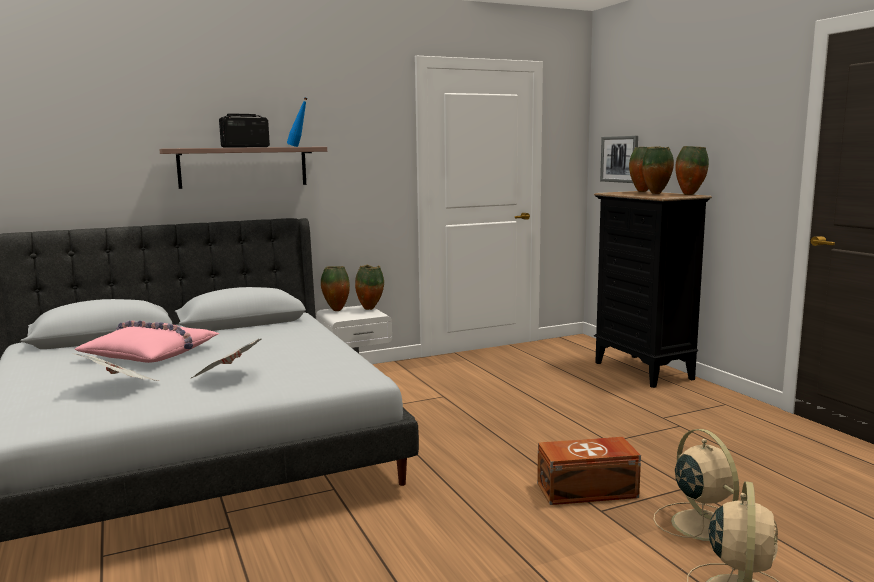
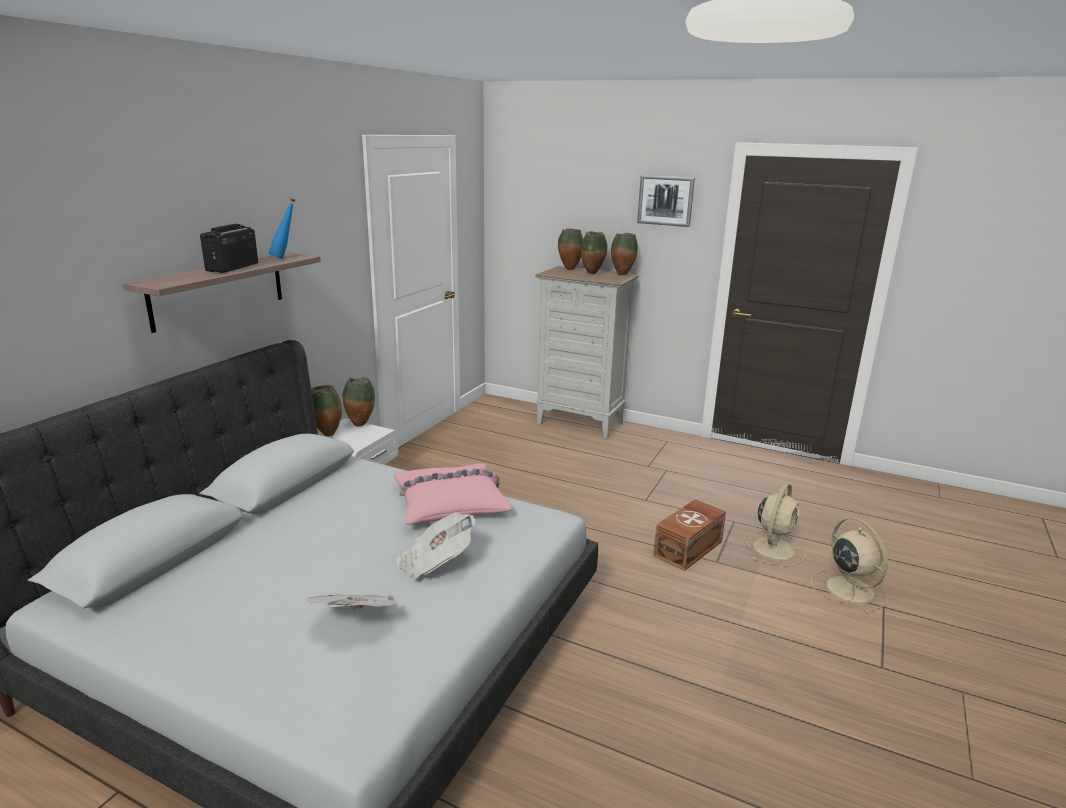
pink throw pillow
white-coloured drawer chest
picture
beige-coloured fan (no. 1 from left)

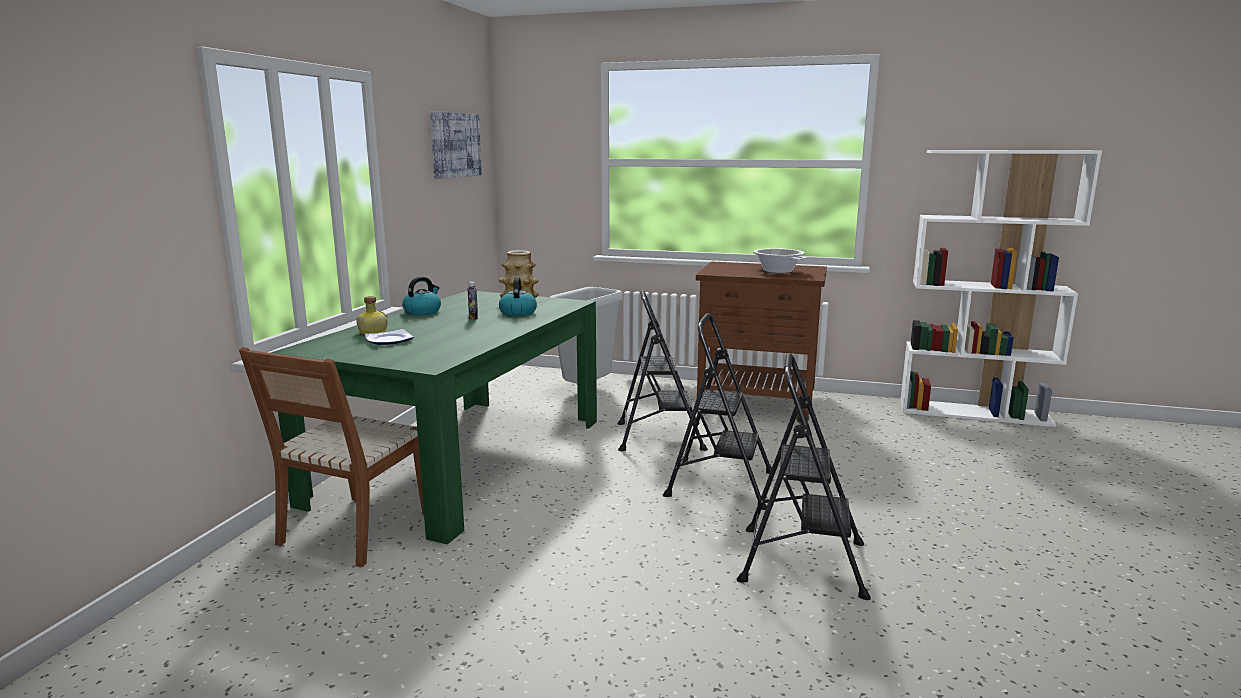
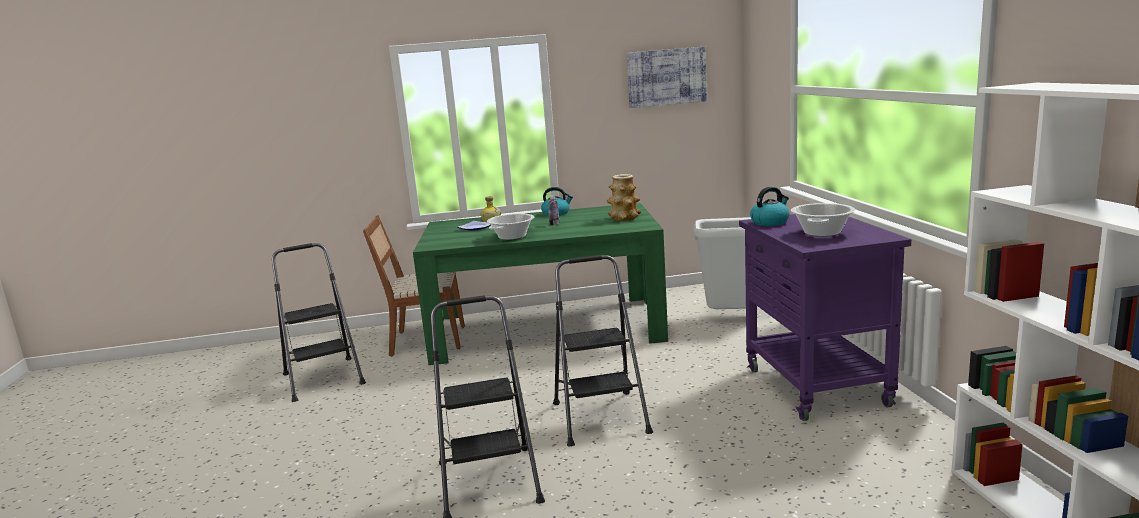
blackish step stool (no. 1 from left)
stockpot (no. 1 from left)
purplish wheeled cart
kettle (no. 2 from left)

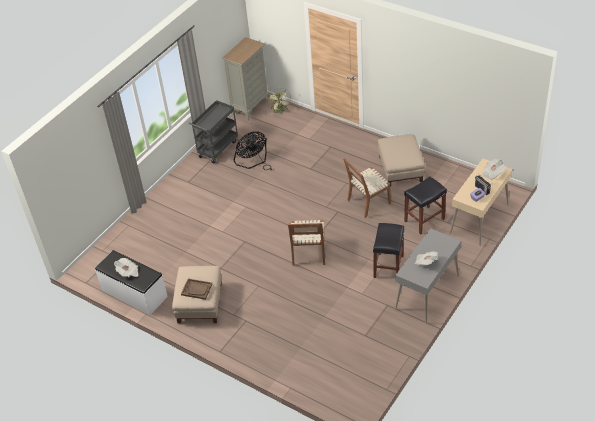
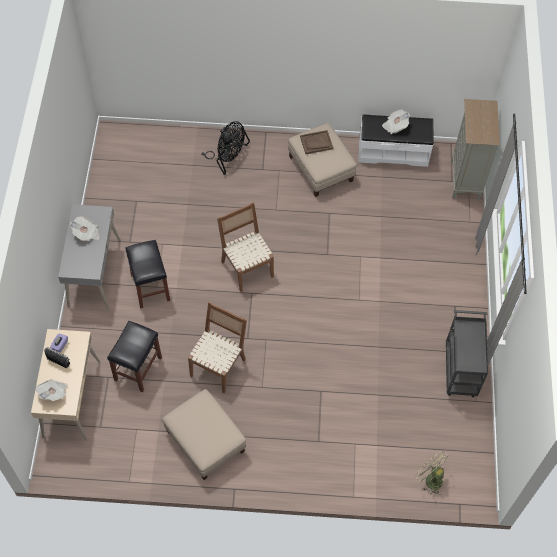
blackish fan
grey drawer chest

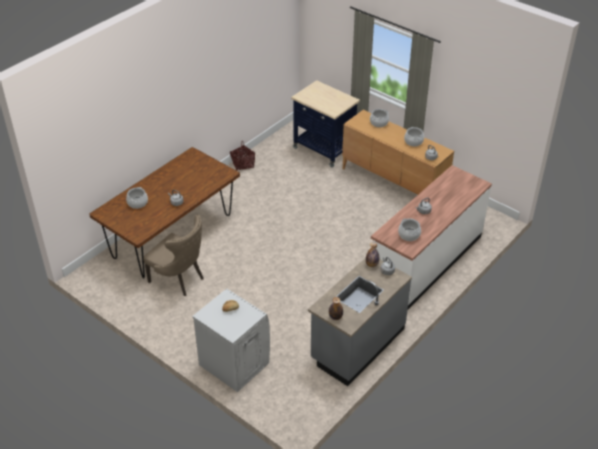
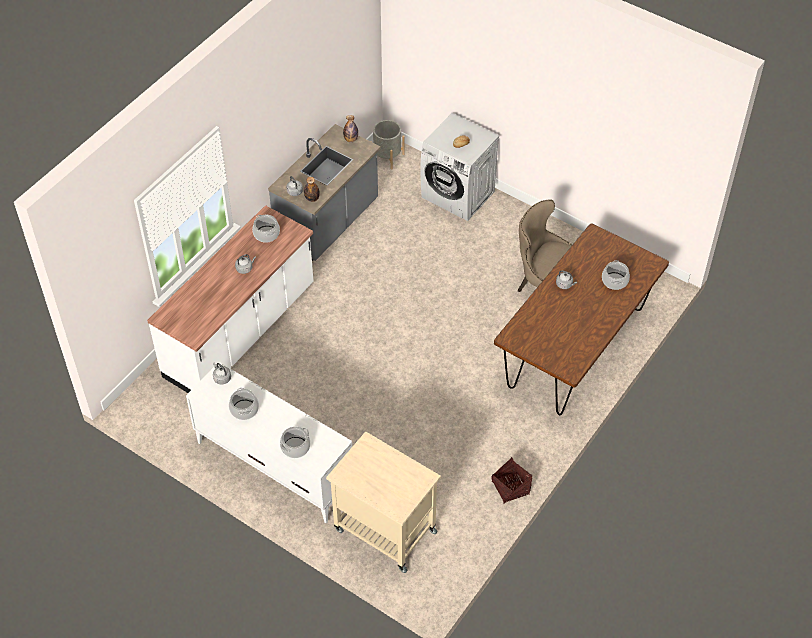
white-coloured drawer chest
beige-coloured wheeled cart
grey planter

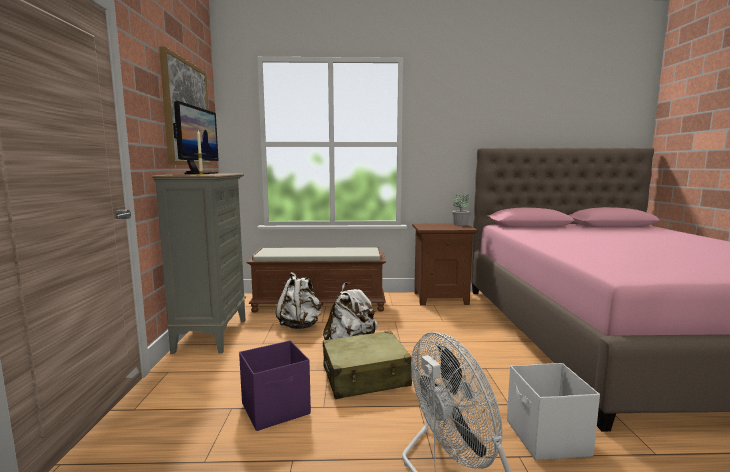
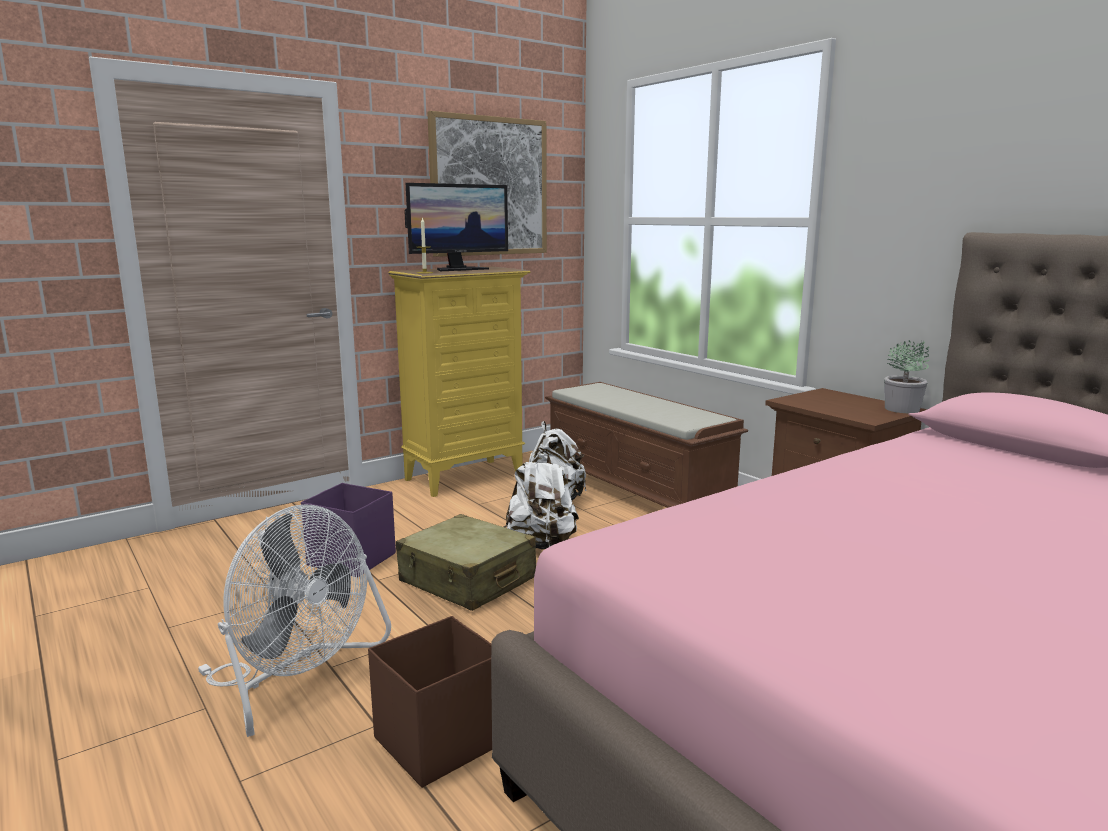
brown storage container
yellowish drawer chest

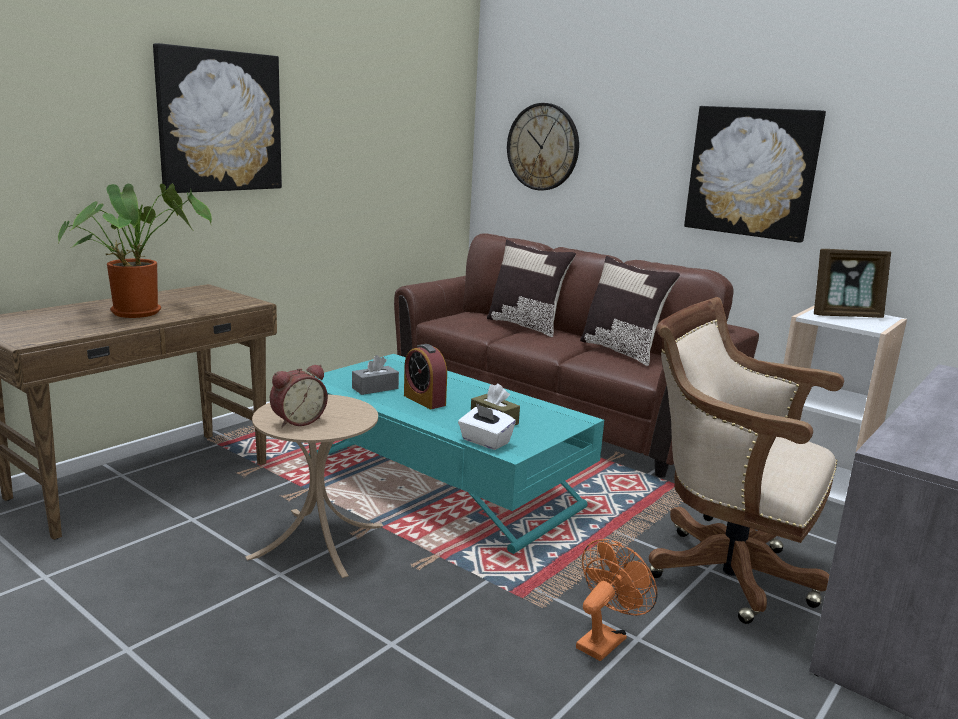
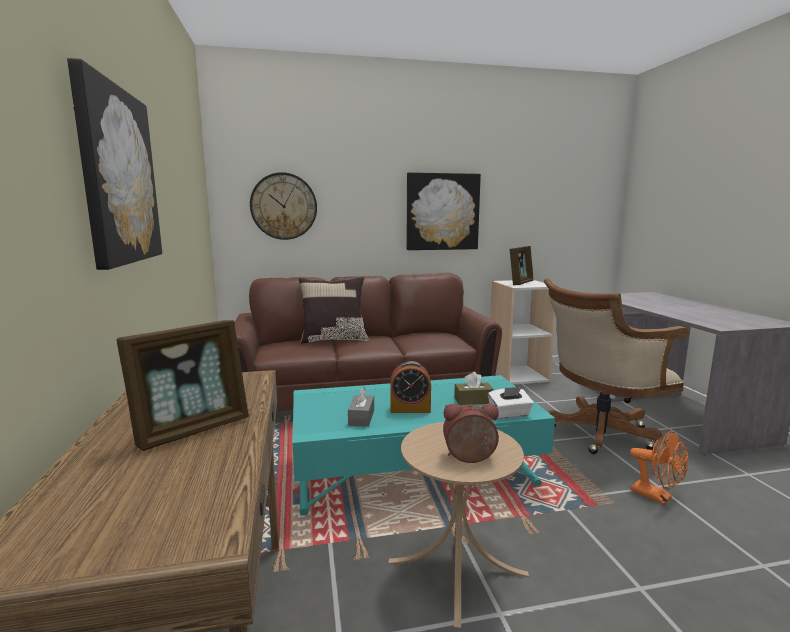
standing frame (no. 1 from left)
table clock (no. 2 from left)
orange-coloured fan
throw pillow (no. 2 from left in the first image)

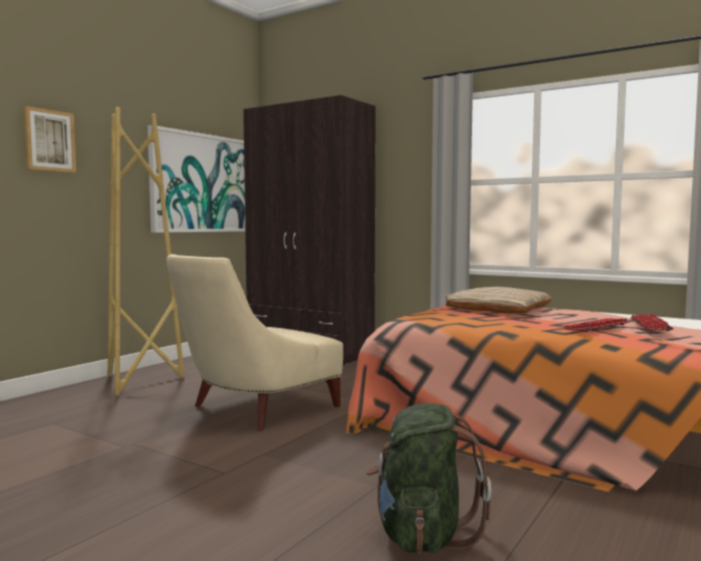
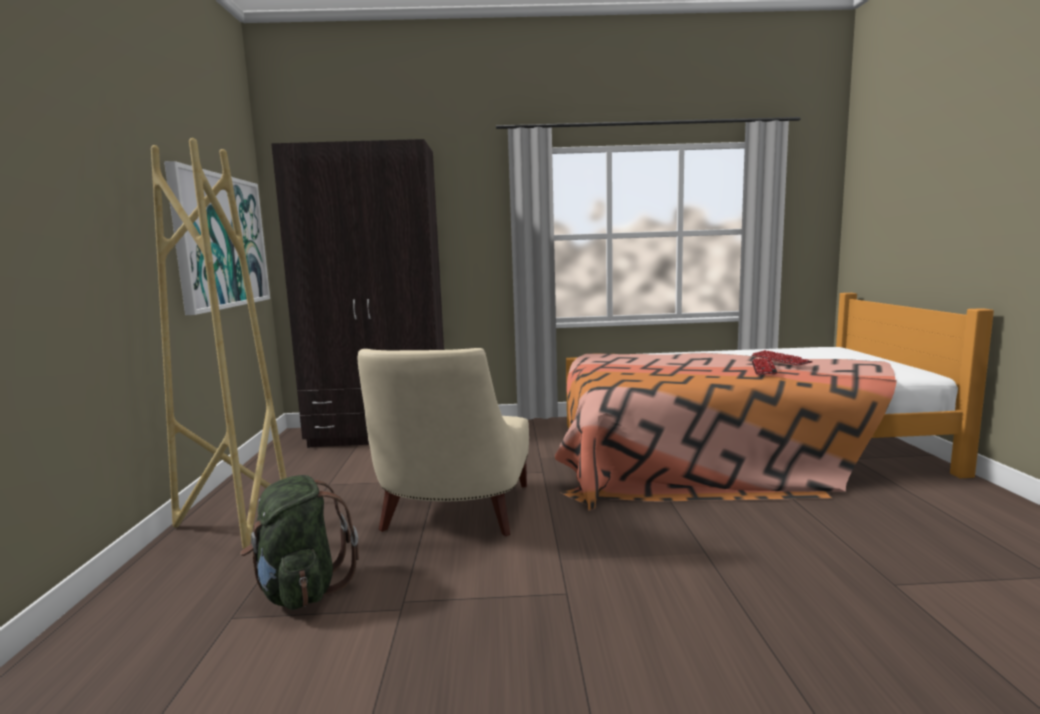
greenish backpack
picture (no. 1 from left in the first image)
beige-coloured throw pillow

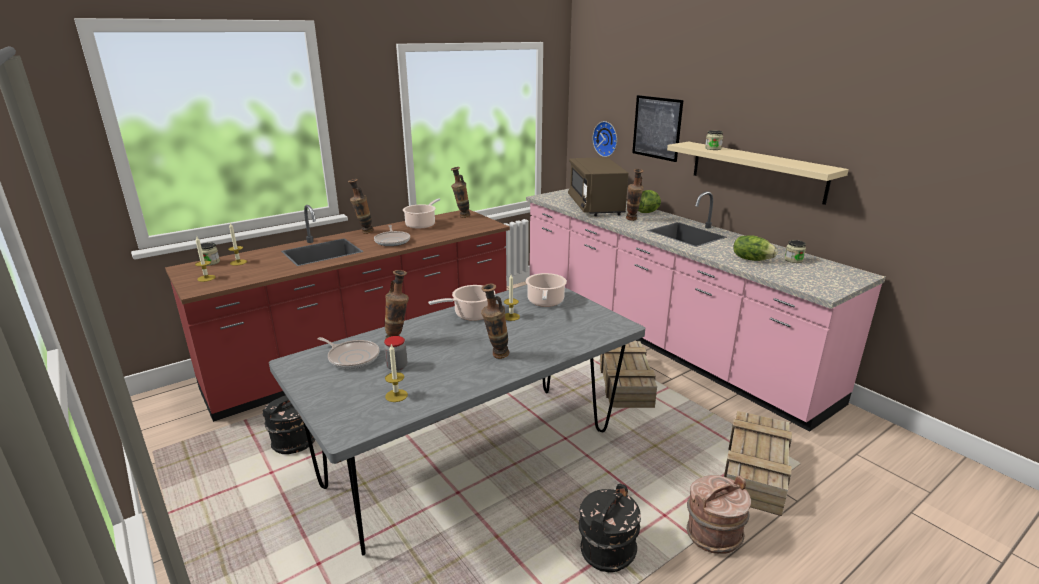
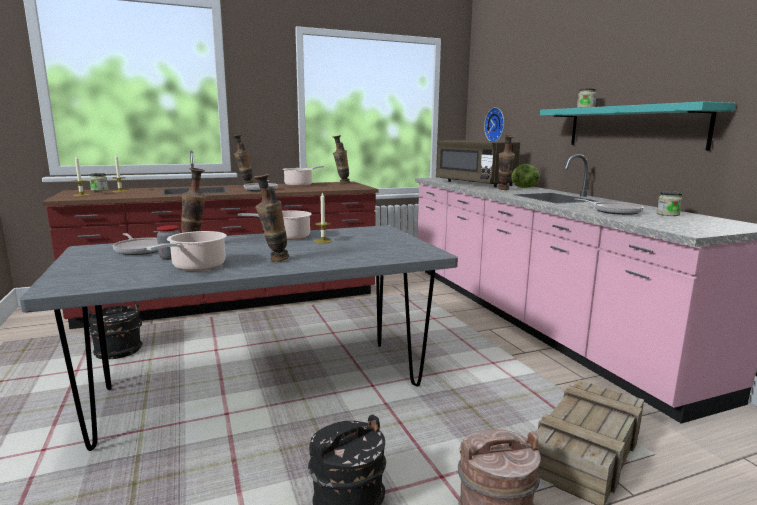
stockpot (no. 1 from left)
brown microwave
blue-green shelf
pan (no. 3 from left)
candle (no. 3 from left in the first image)
crate (no. 1 from left in the first image)
picture

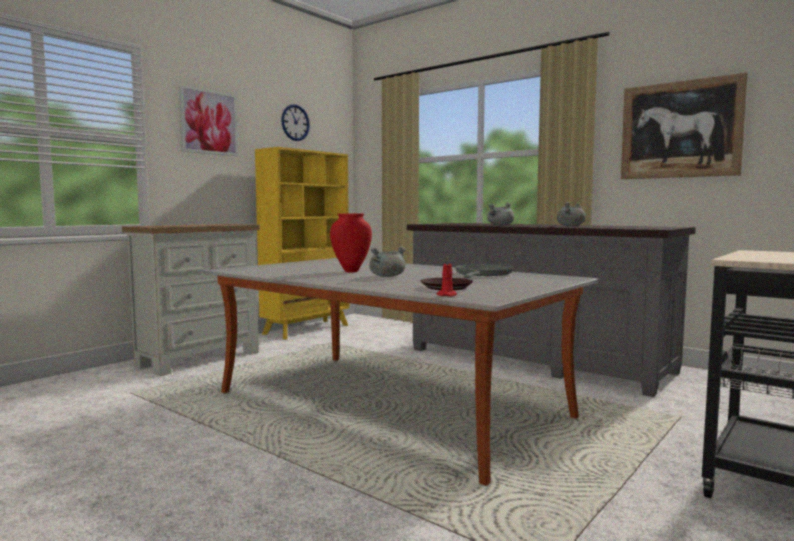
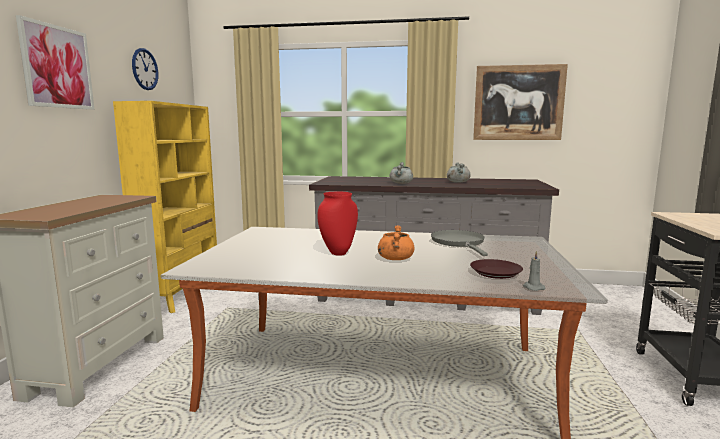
orange-coloured stockpot
grey candle

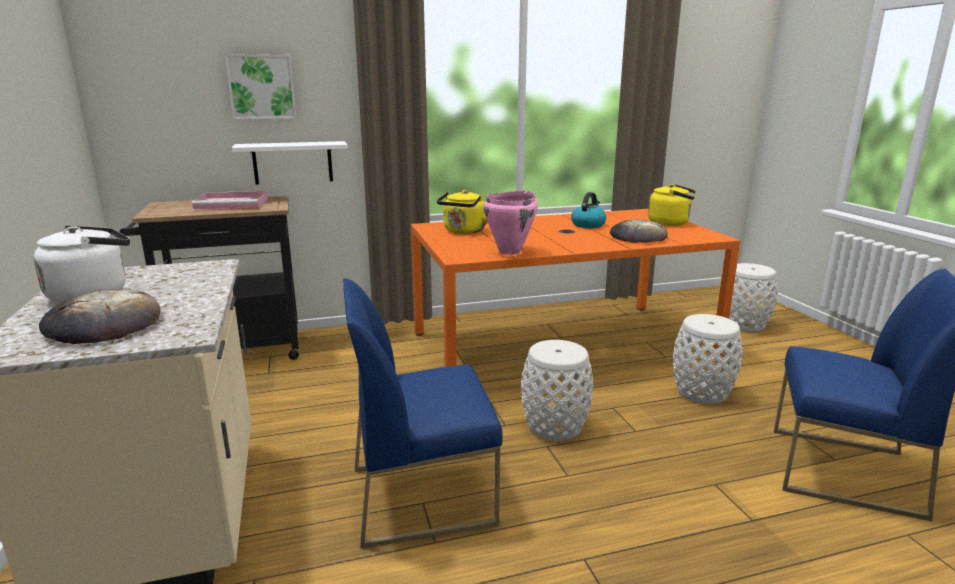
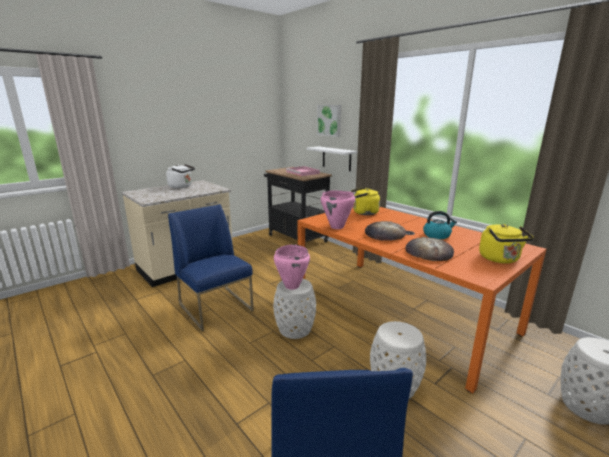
pink stockpot (no. 1 from left)
bakery bread (no. 1 from left)

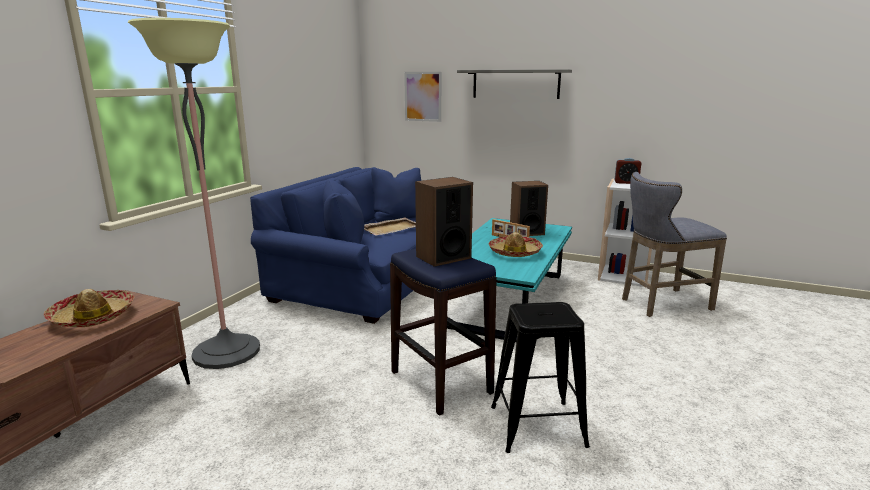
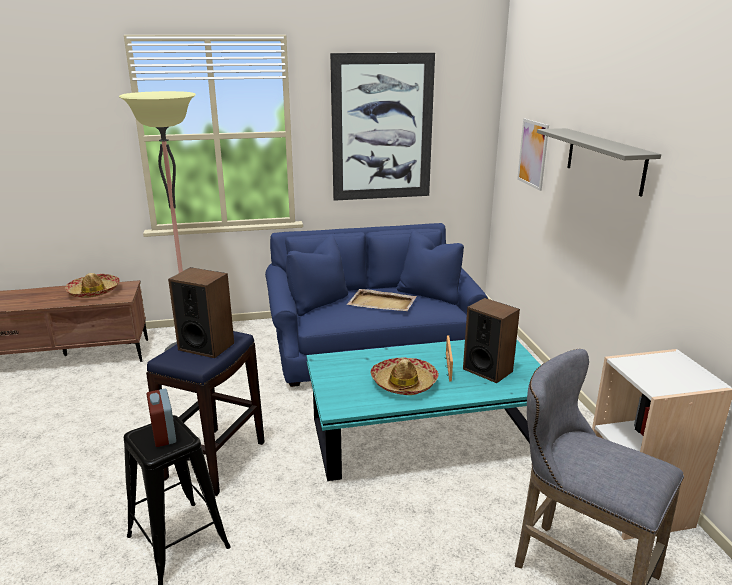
table clock
picture (no. 1 from left)

